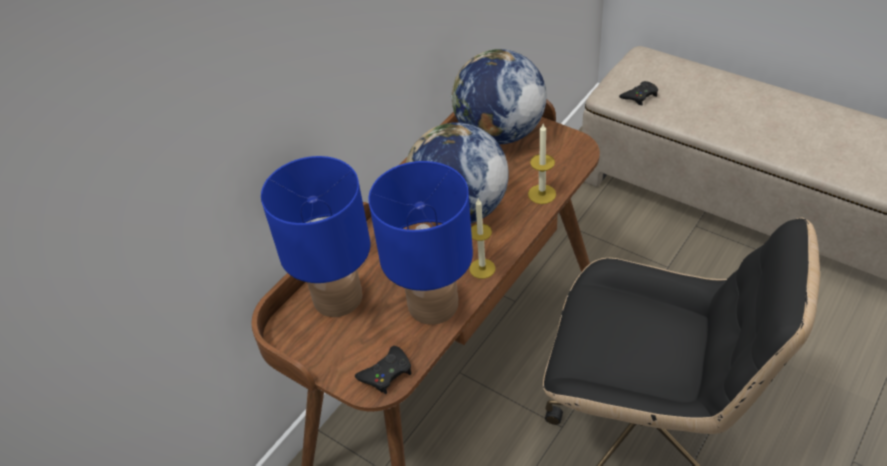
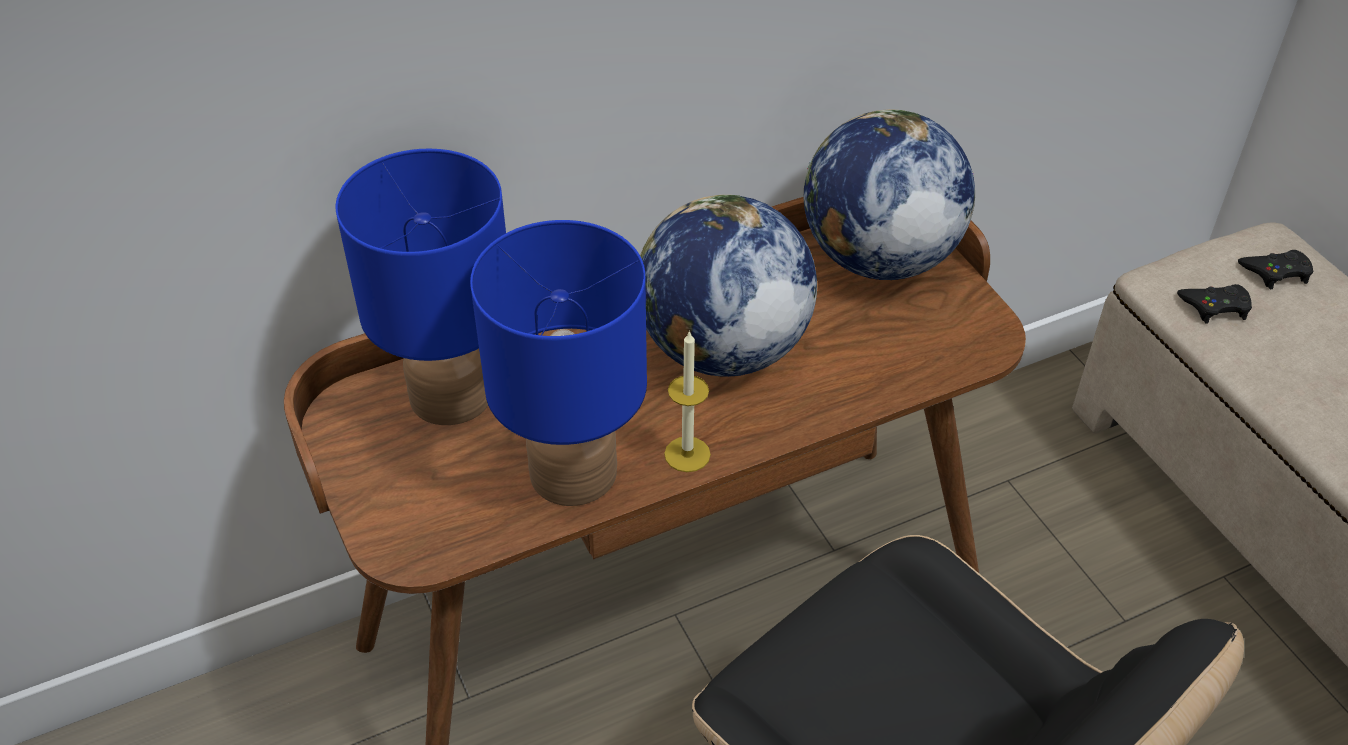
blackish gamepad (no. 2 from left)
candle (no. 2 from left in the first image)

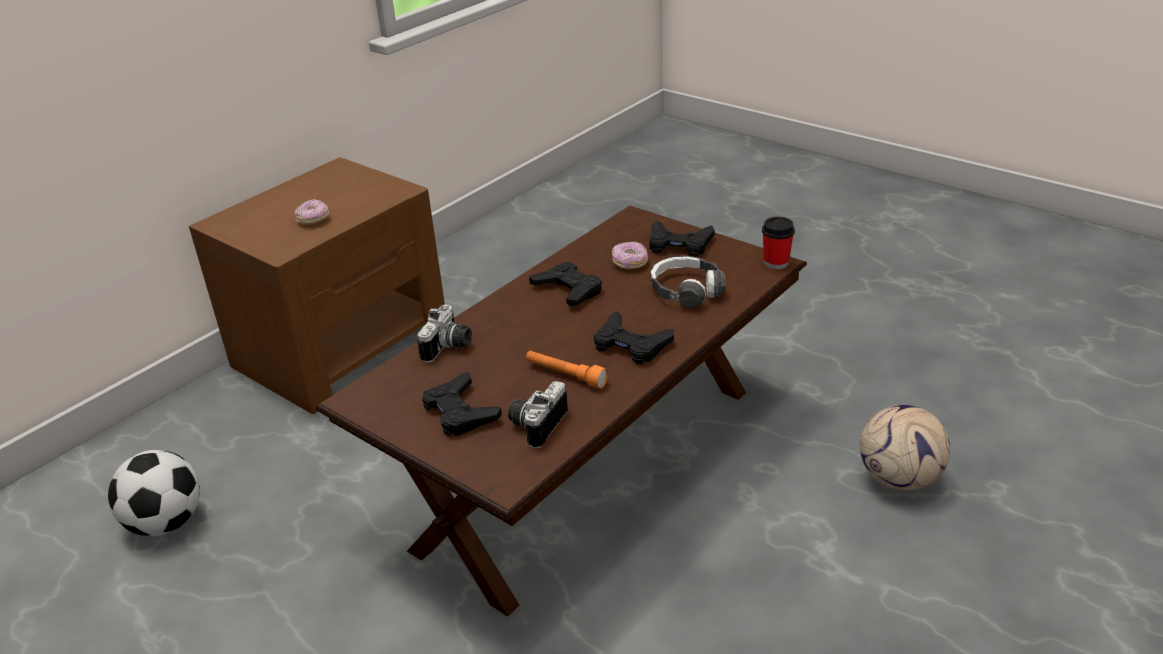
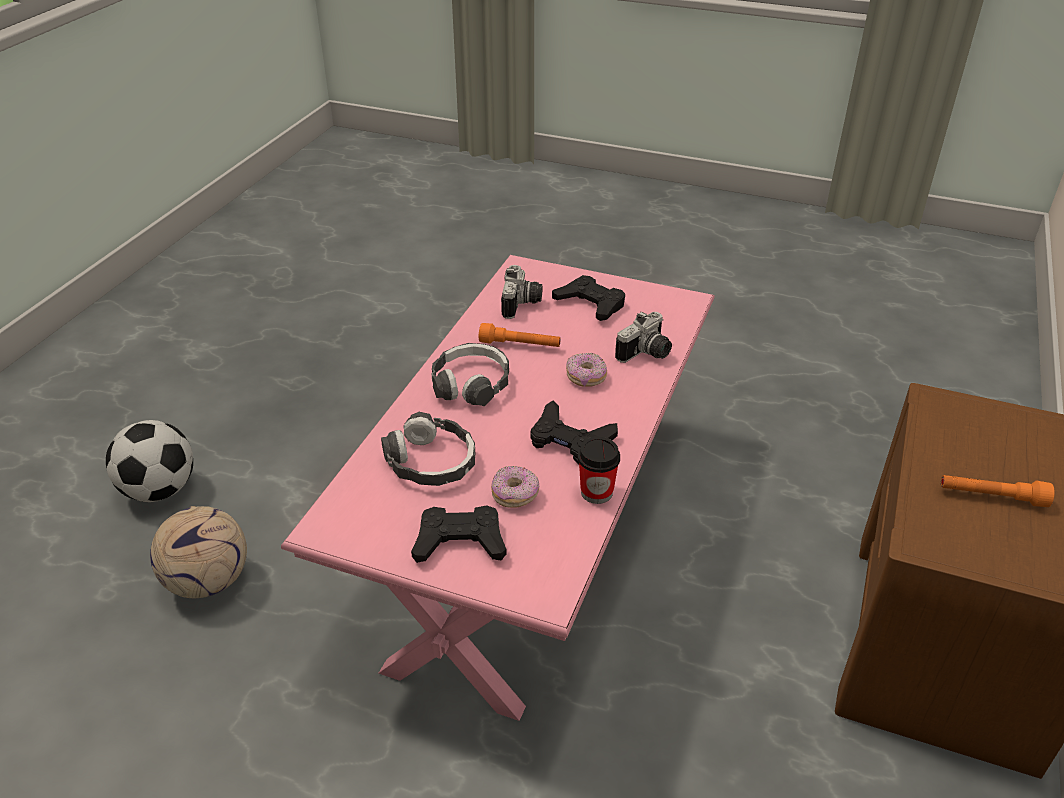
ball for football (no. 1 from left)
pink lounge table
headphones (no. 2 from left)
doughnut (no. 2 from left)
drinking cup
still camera (no. 2 from left)
orange-coloured hand torch (no. 2 from left)

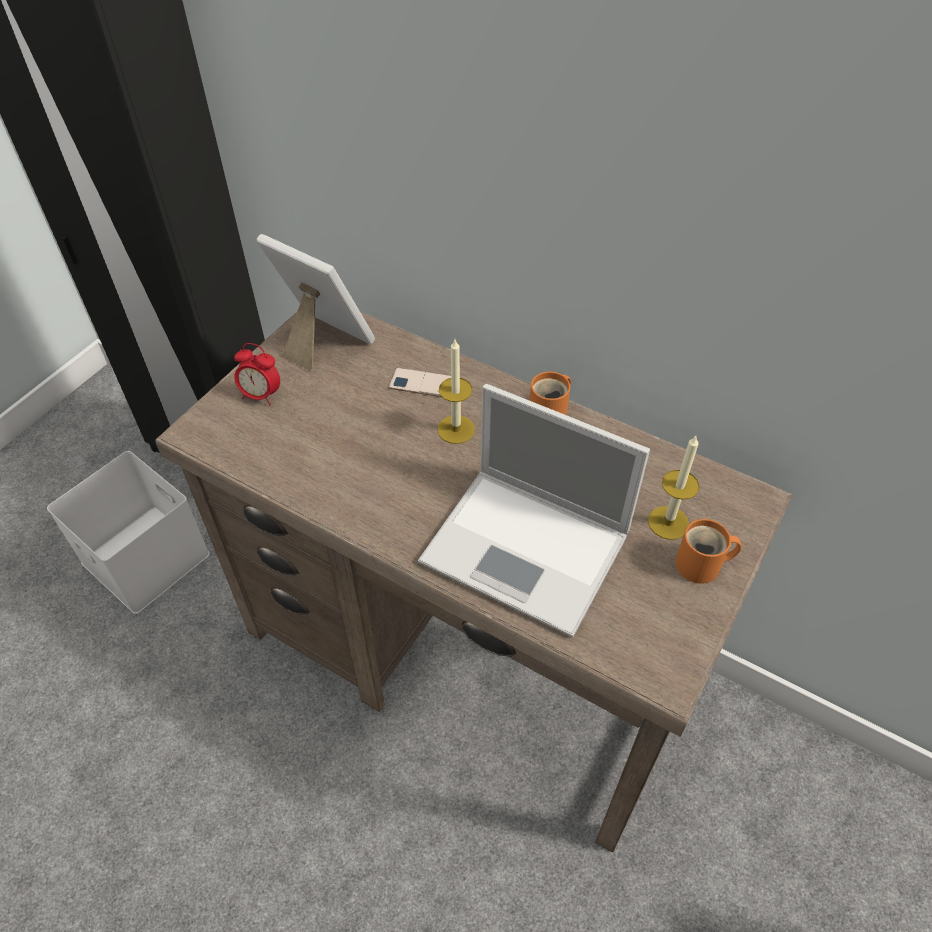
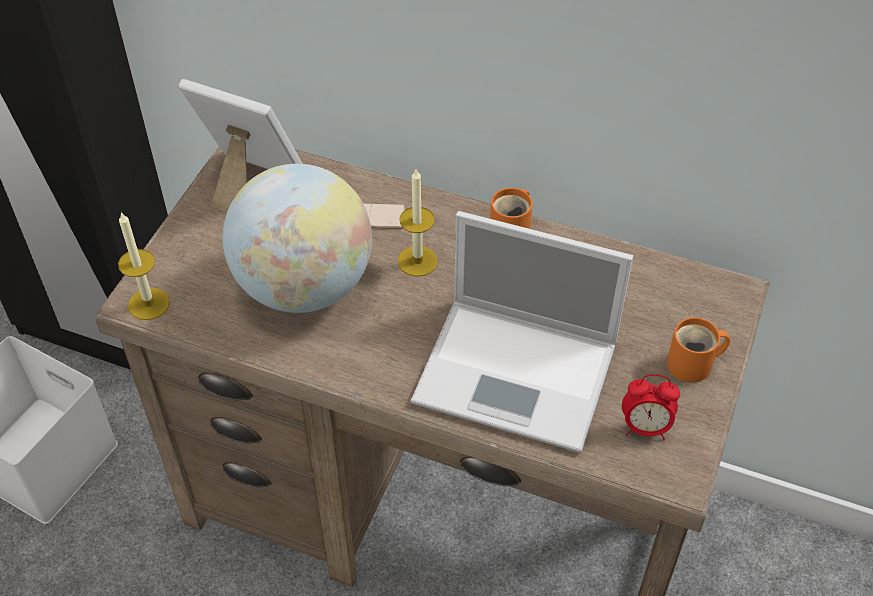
candle (no. 1 from left)
desk globe
table clock

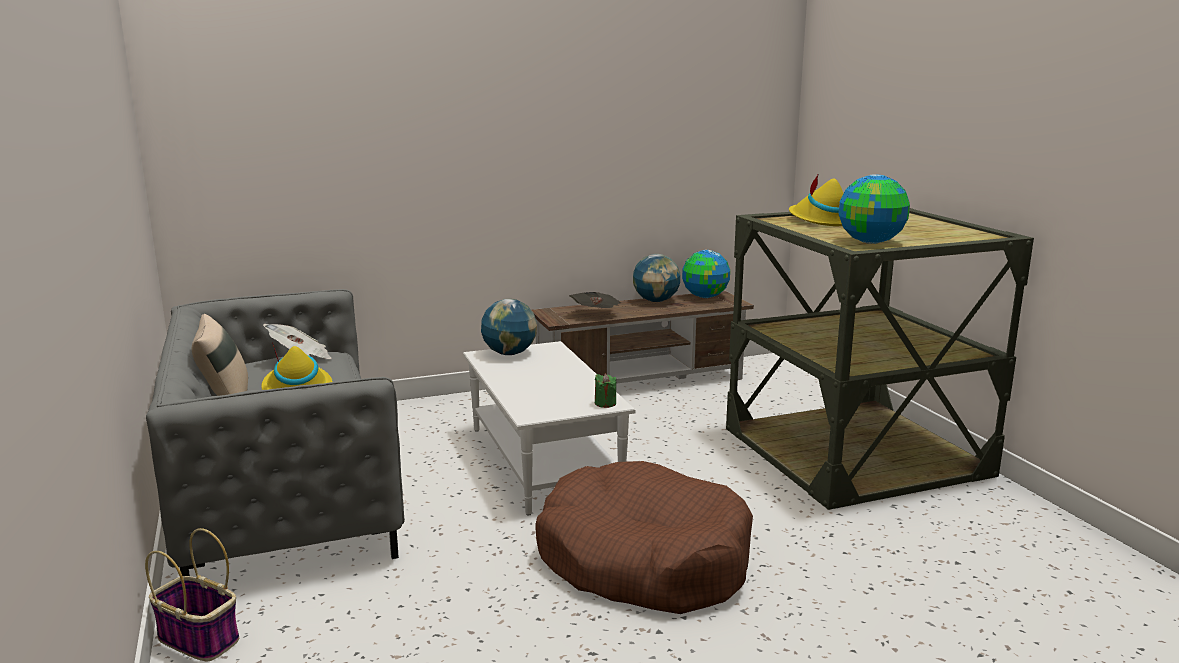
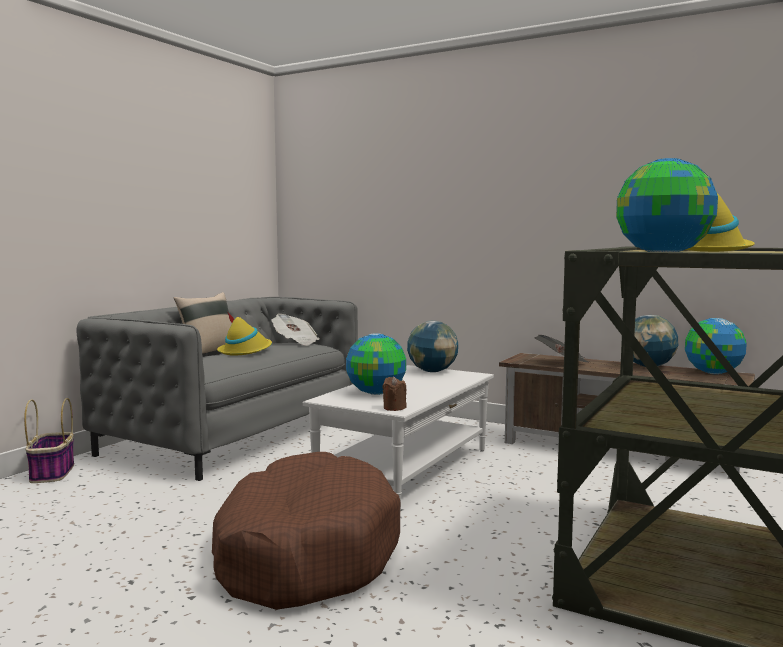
desk globe (no. 1 from left)
brown candle

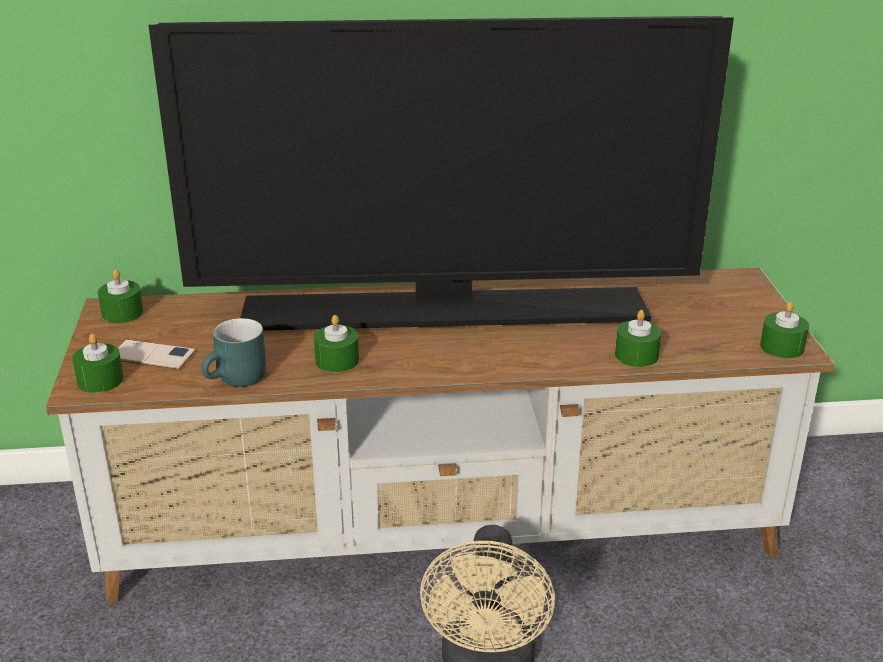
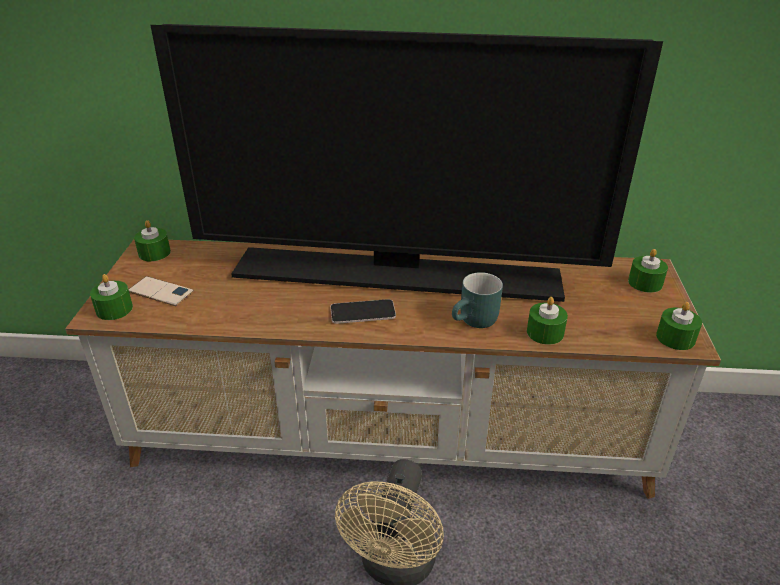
telephone (no. 2 from left)
blue-green tea mug
greenish candle (no. 4 from left)

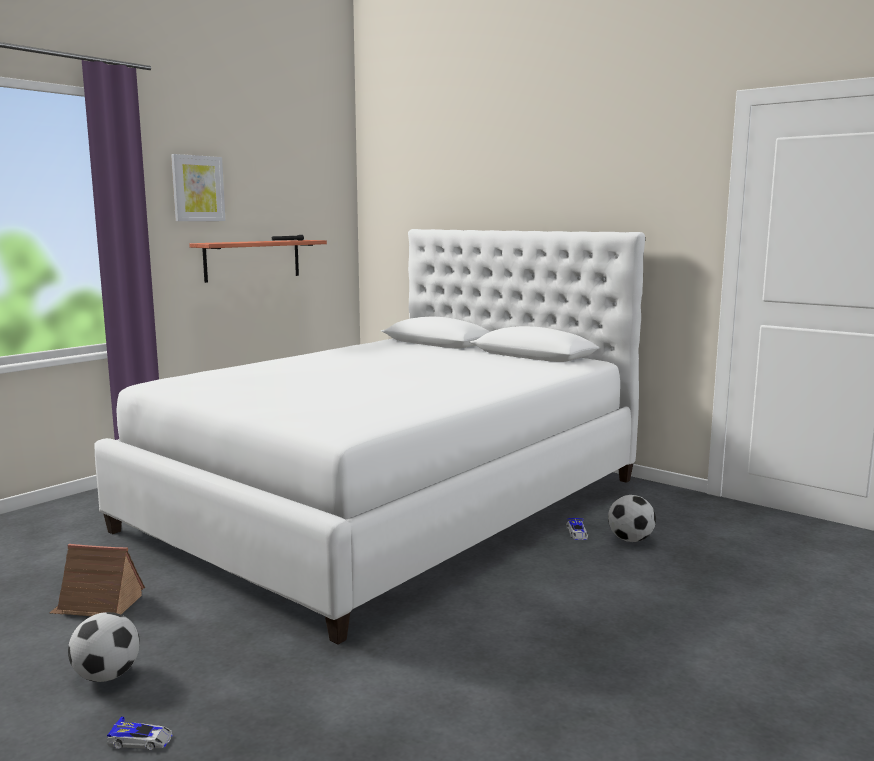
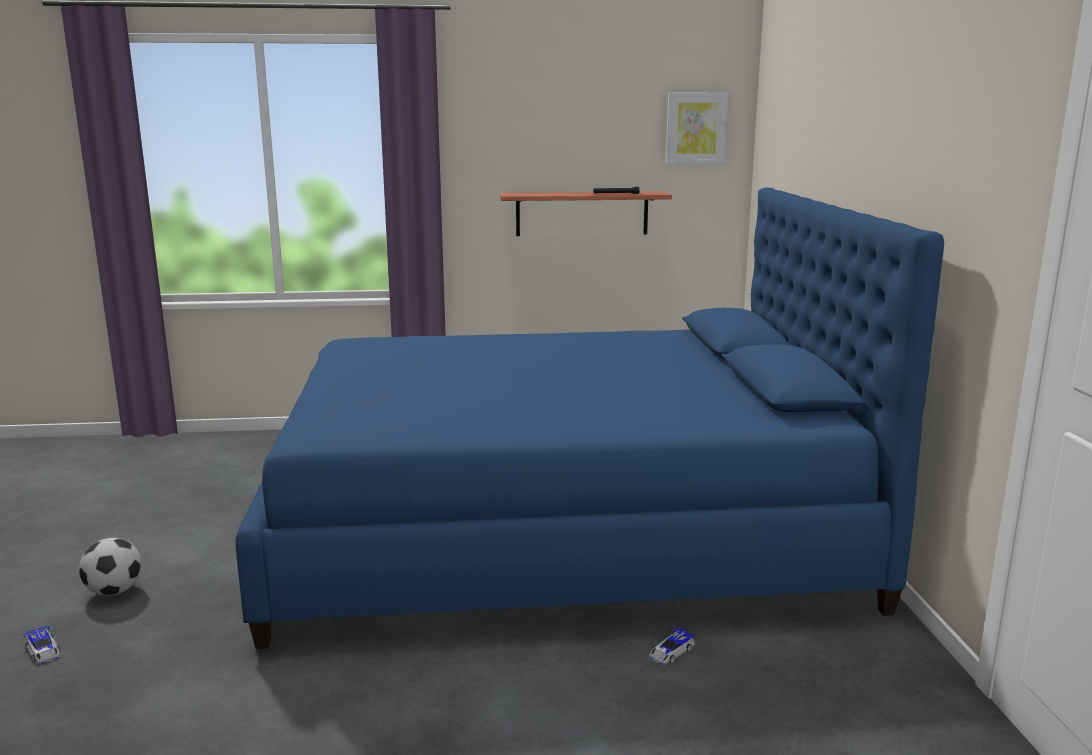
blue-coloured bedroom bed
picture
model house
ball for football (no. 2 from left in the first image)

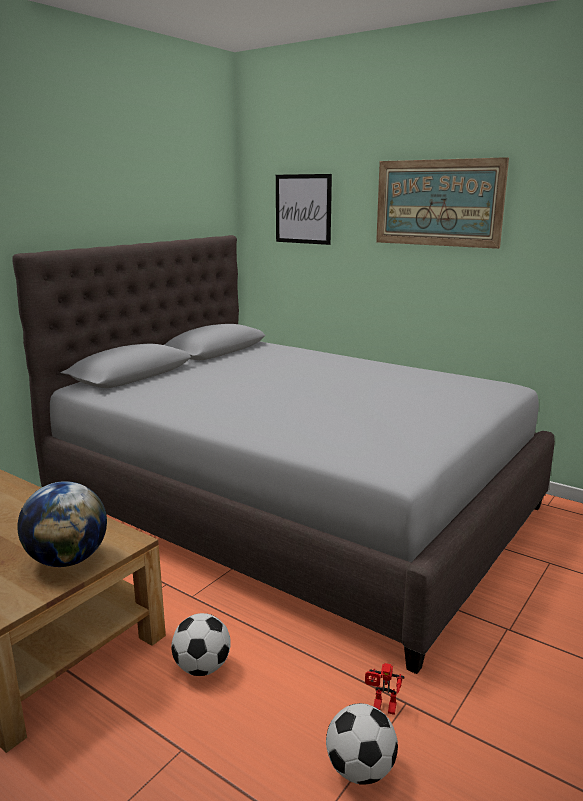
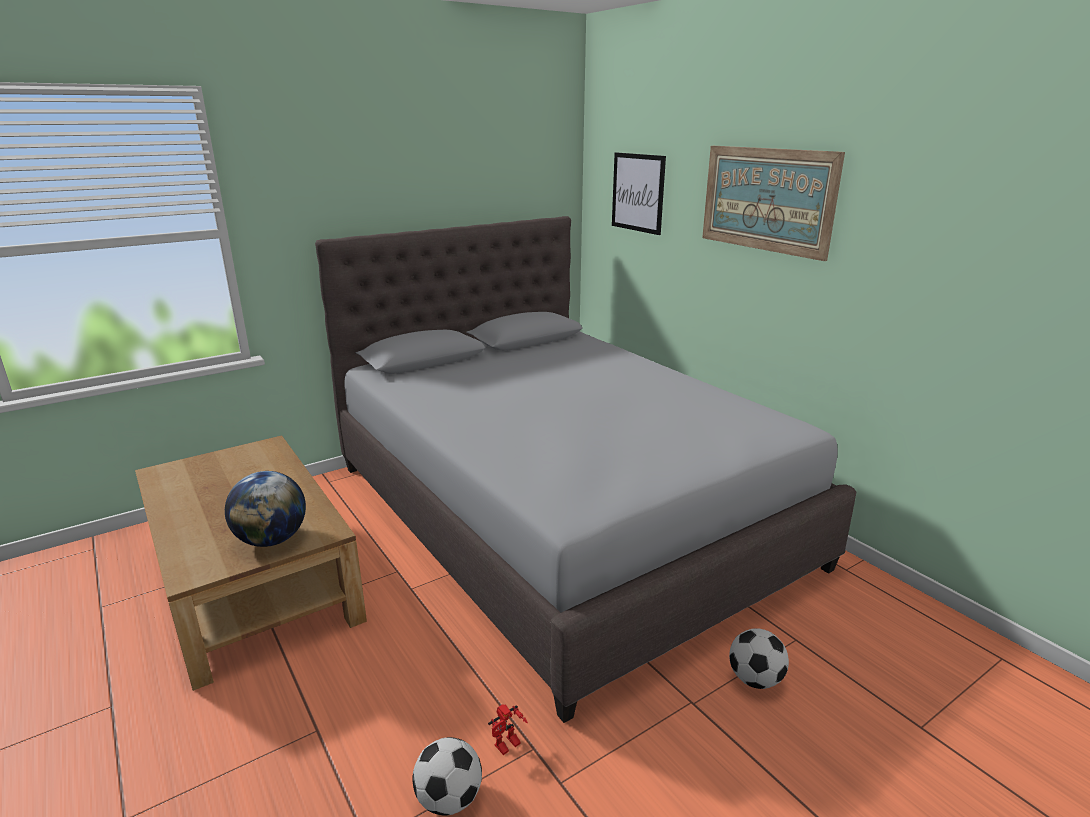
robot figure
ball for football (no. 2 from left)

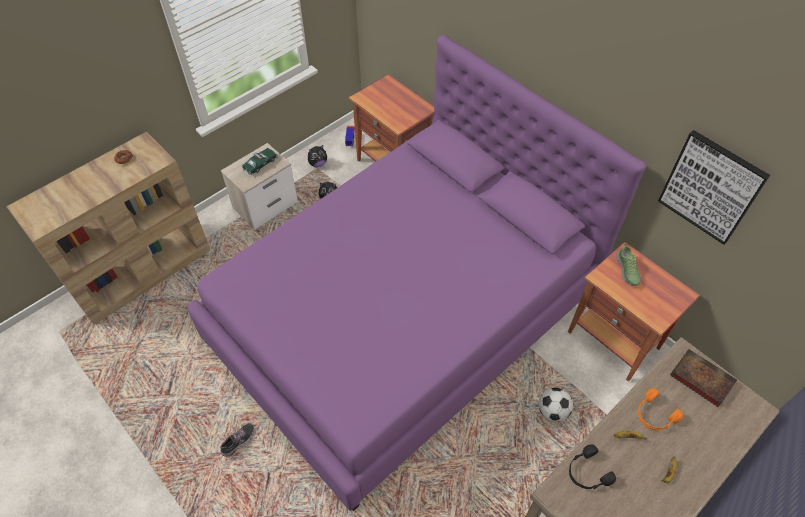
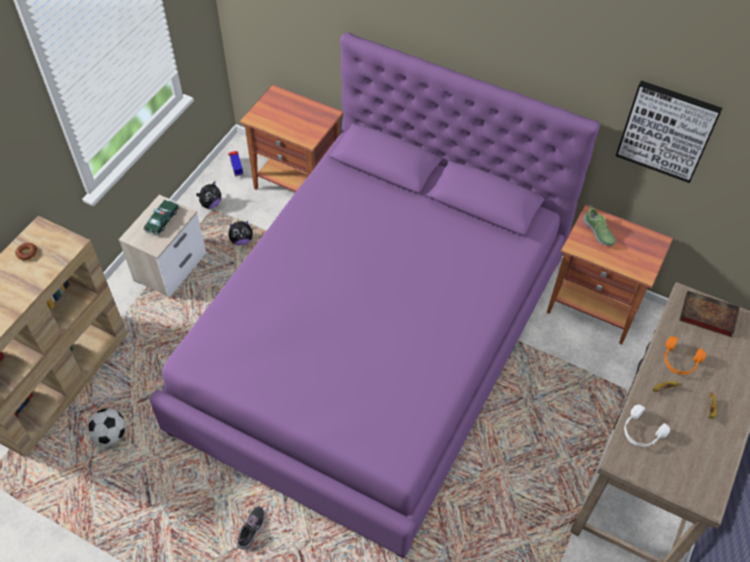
ball for football
white-coloured headphones

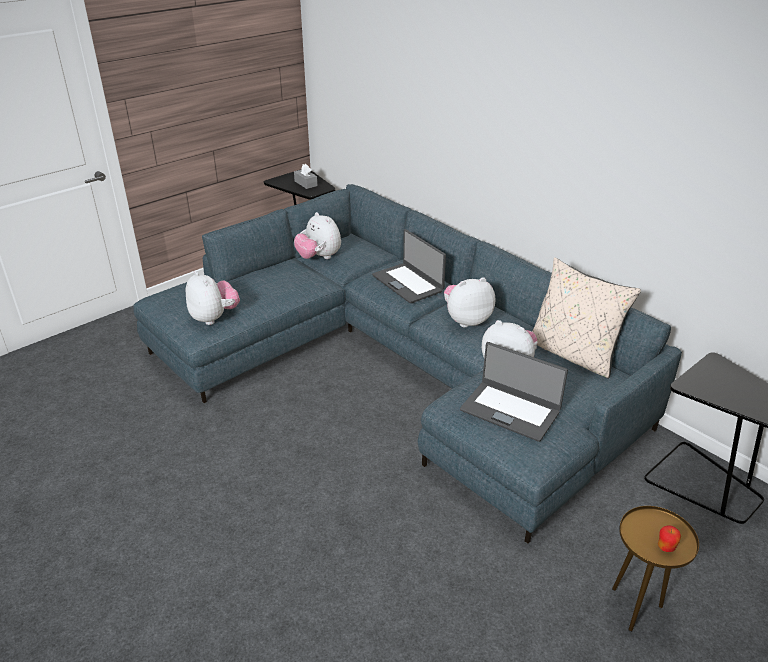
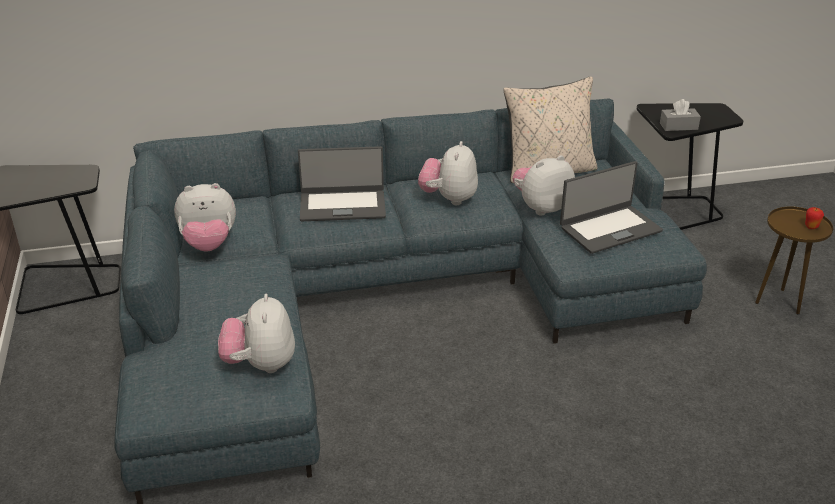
plush toy (no. 2 from left)
grey box of tissues

